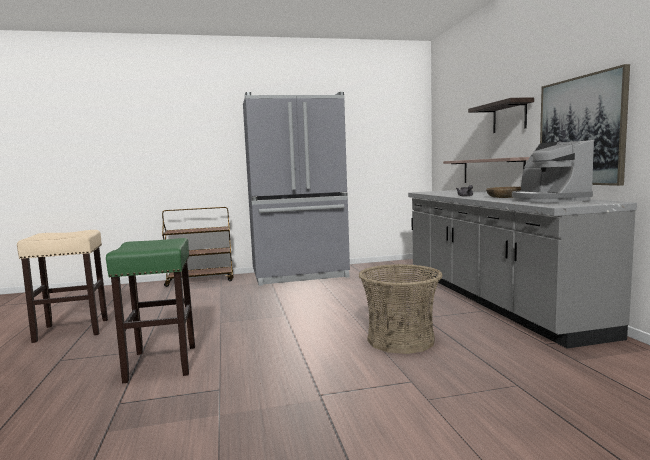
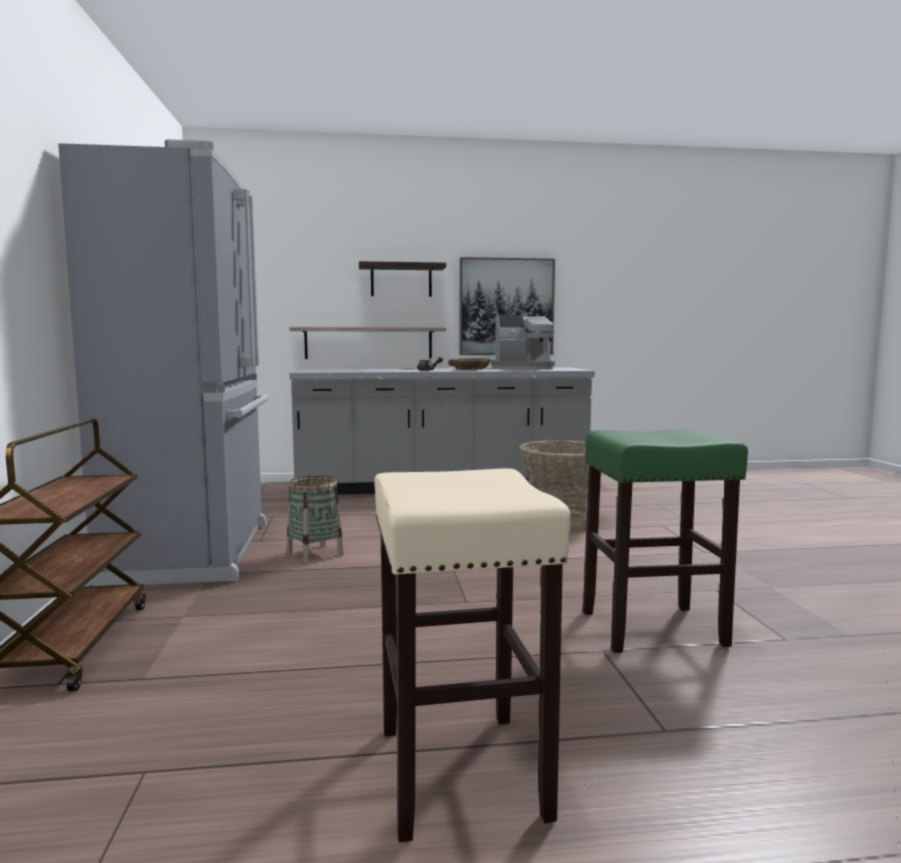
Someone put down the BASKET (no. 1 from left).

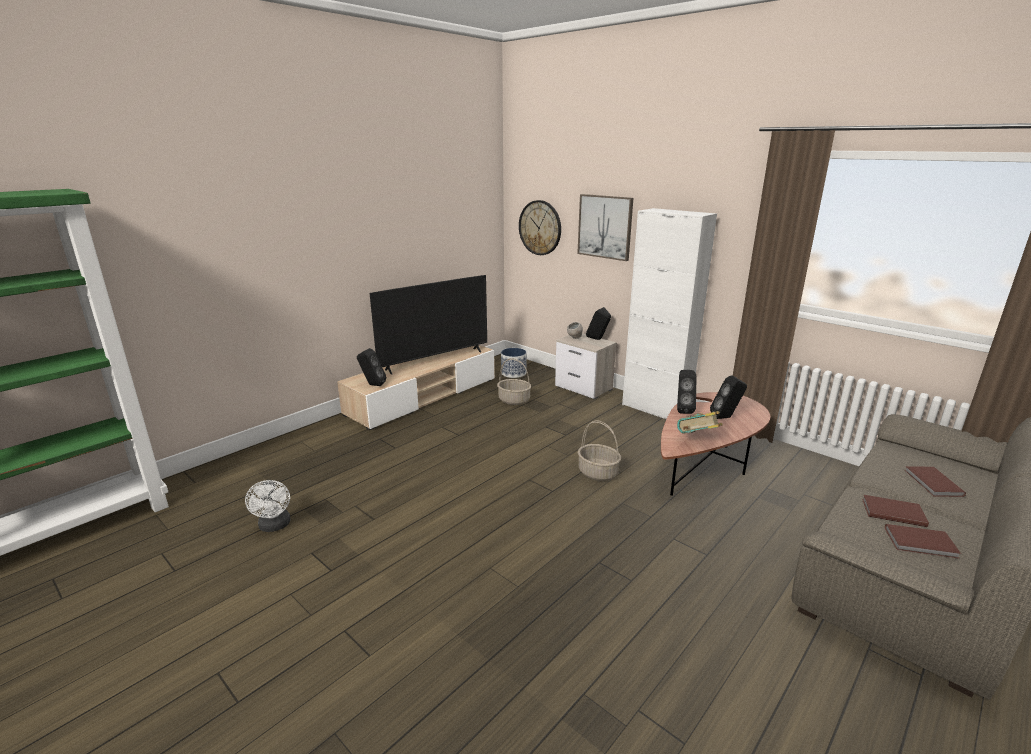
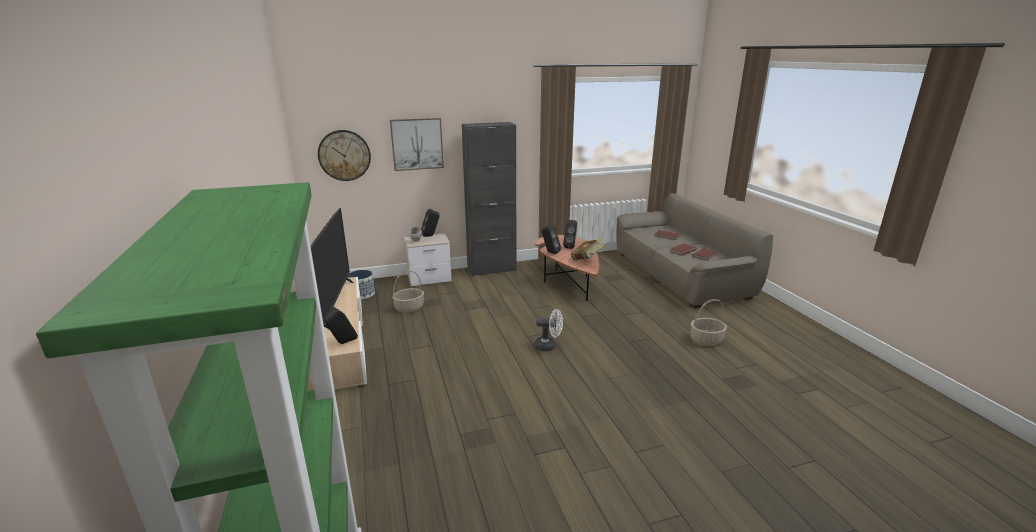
Someone carried the WHITE FAN.
Someone carried the BASKET (no. 2 from left).
Someone repainted the WHITE CABINET, which became the BLACK CABINET.

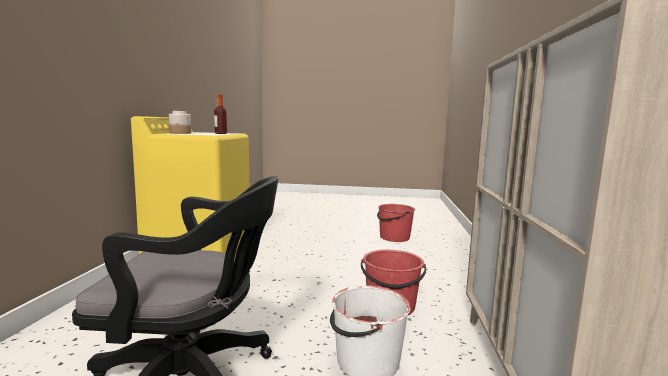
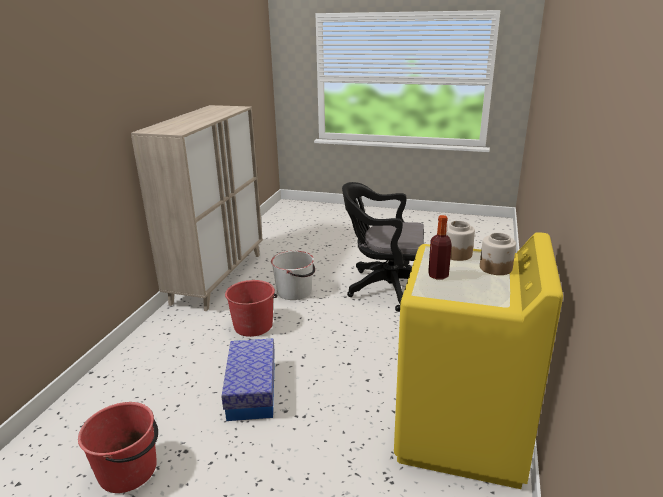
Someone put down the STORAGE BOX.
Someone put down the JAR (no. 1 from left).

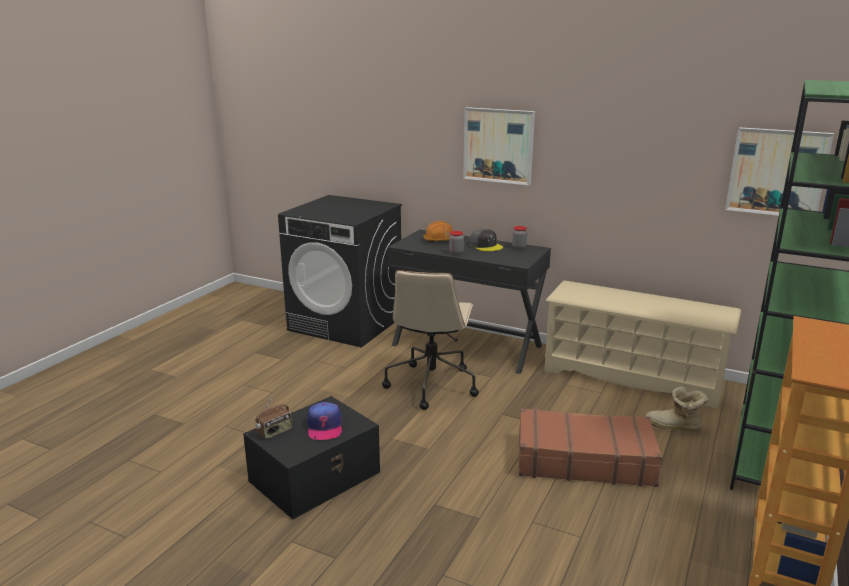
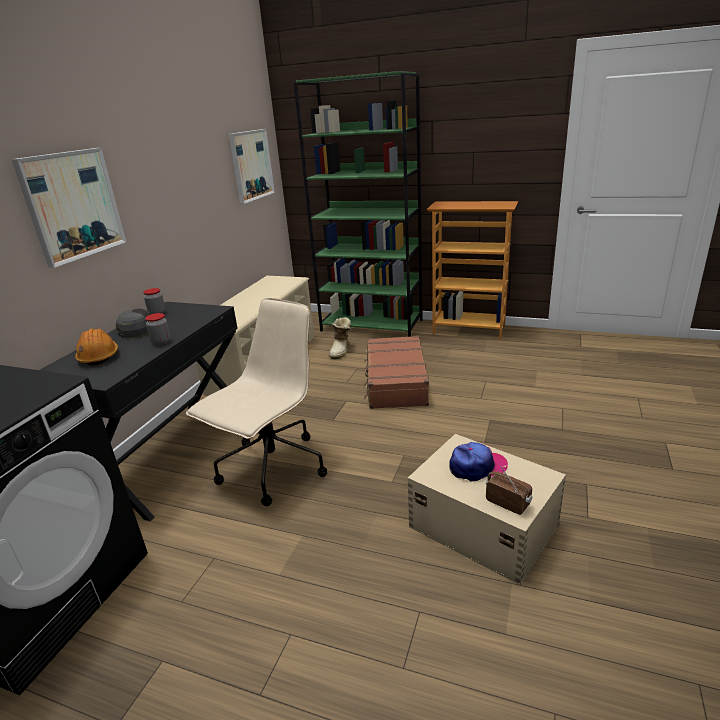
Someone repainted the BLACK STORAGE BOX, which became the BEIGE STORAGE BOX.
Someone rotated the BEIGE OFFICE CHAIR by 60 degrees counterclockwise.

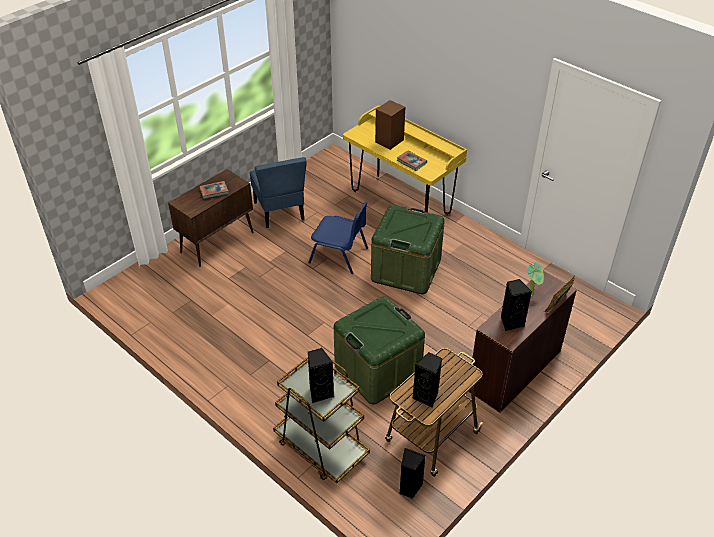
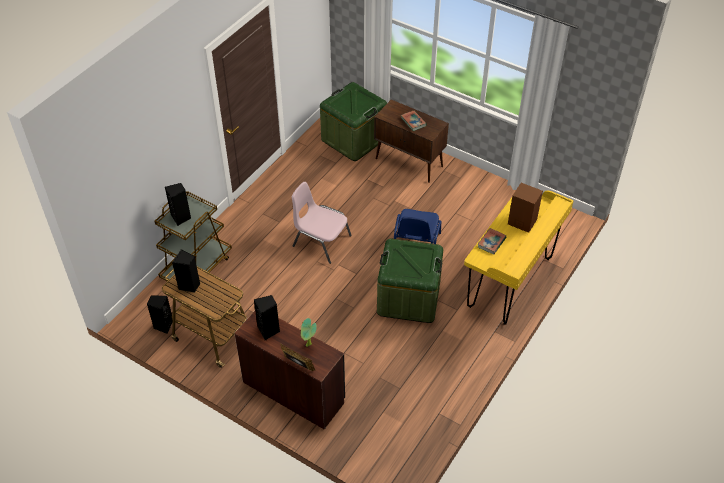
Someone took away the BLUE CHAIR (no. 1 from left).
Someone put down the PINK CHAIR.
Someone carried the GREEN STORAGE BOX (no. 1 from left).

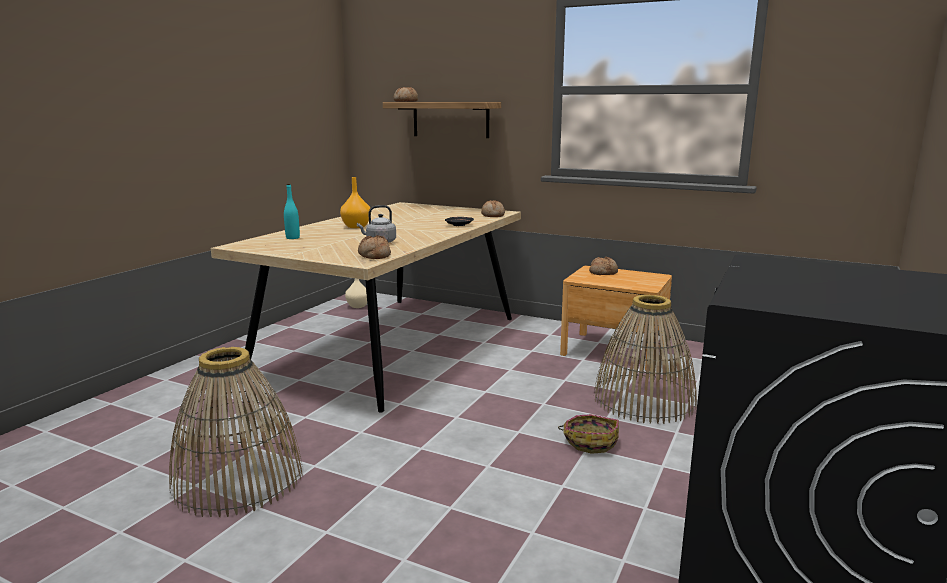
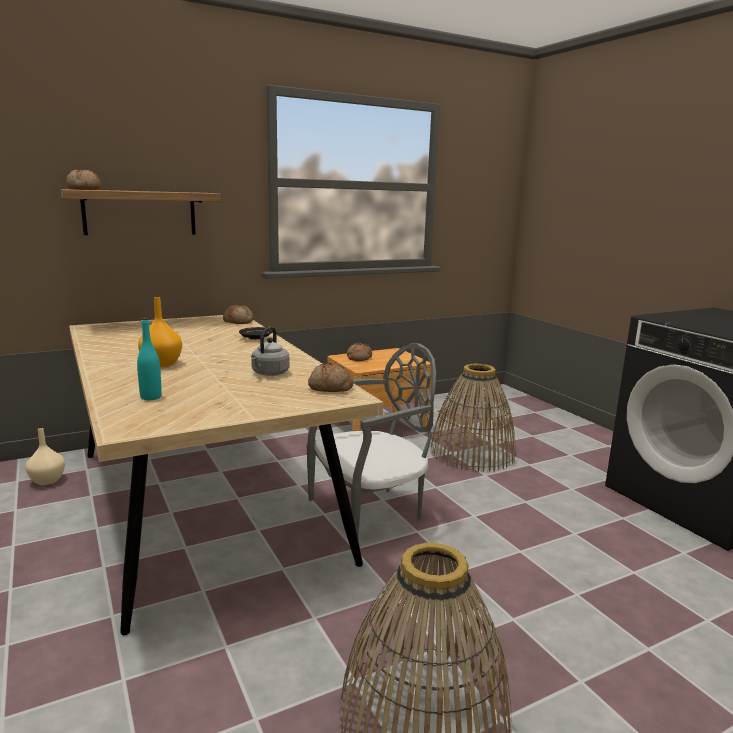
Someone took away the BASKET (no. 2 from left).
Someone put down the GREY CHAIR.

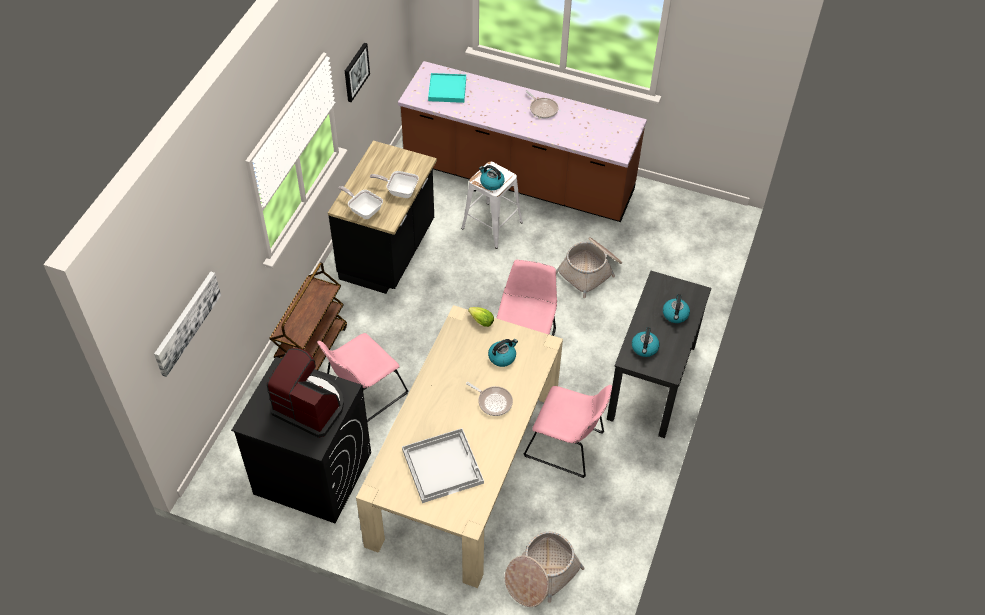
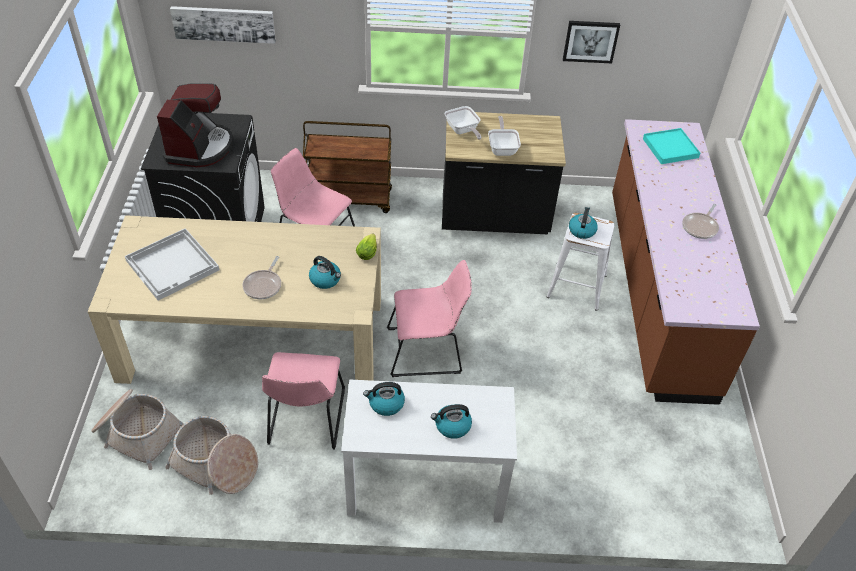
Someone carried the BASKET (no. 2 from left).
Someone repainted the BLACK DESK, which became the WHITE DESK.
Someone rotated the FRYING PAN (no. 1 from left in the first image) by 135 degrees clockwise.

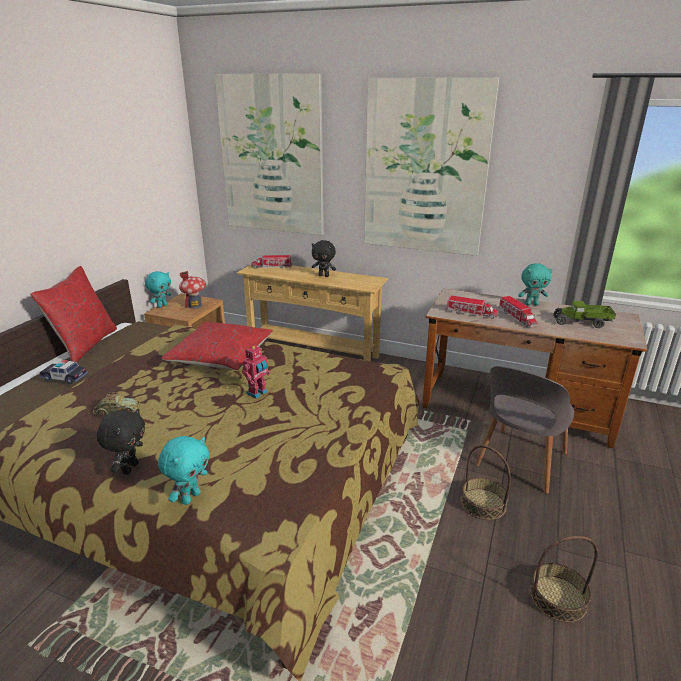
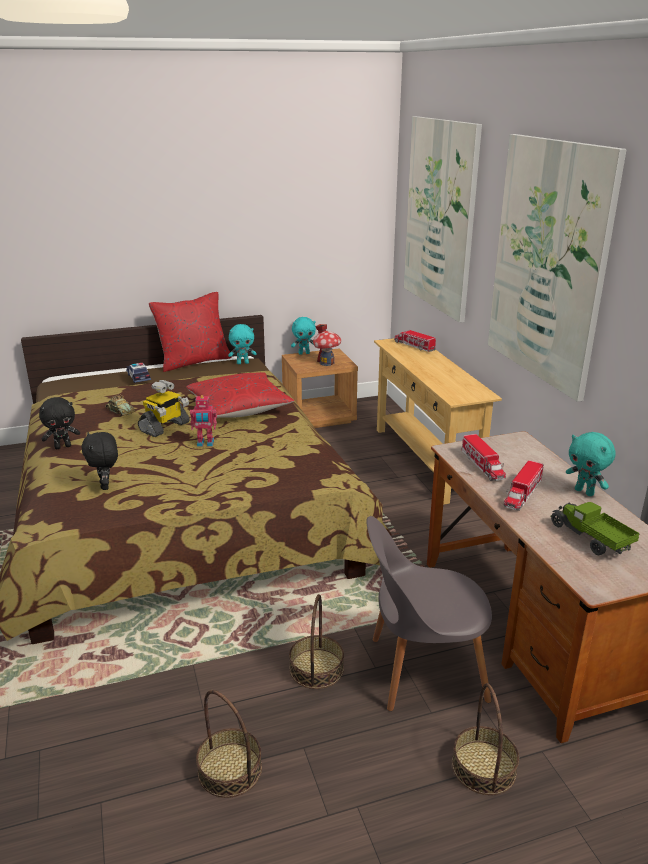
Someone put down the TOY ROBOT (no. 1 from left).
Someone put down the BASKET (no. 3 from left).
Someone carried the TURQUOISE PLUSH TOY (no. 2 from left in the first image).
Someone carried the BLACK PLUSH TOY (no. 2 from left).

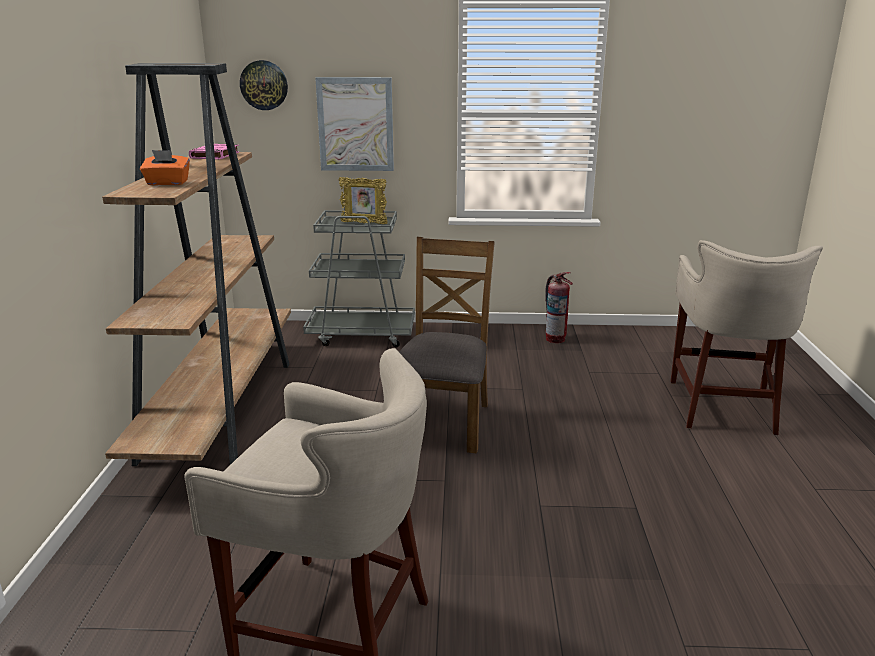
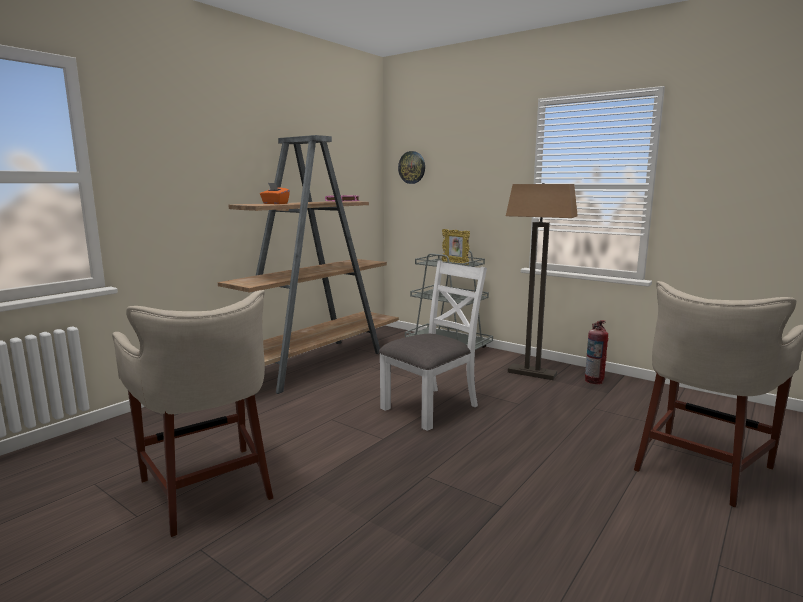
Someone took away the PICTURE.
Someone put down the FLOOR LAMP.
Someone repainted the BROWN CHAIR, which became the WHITE CHAIR.

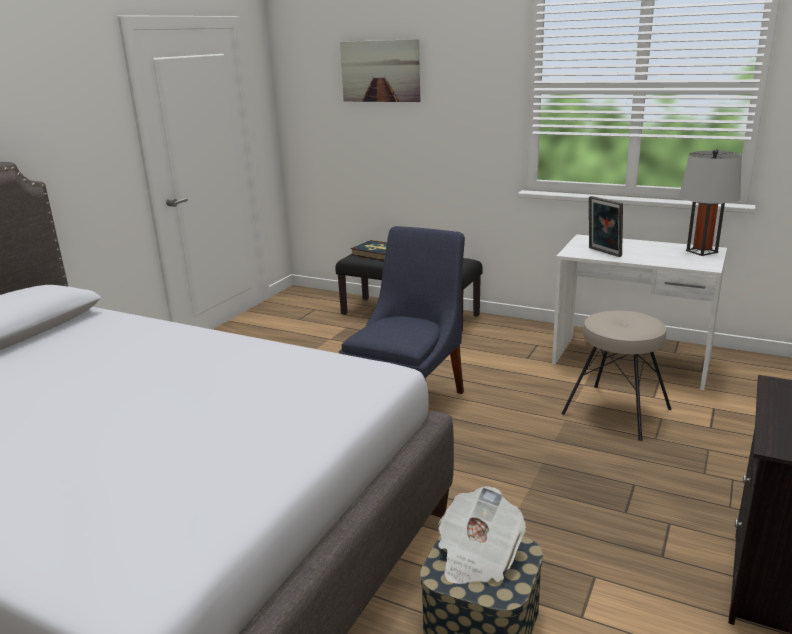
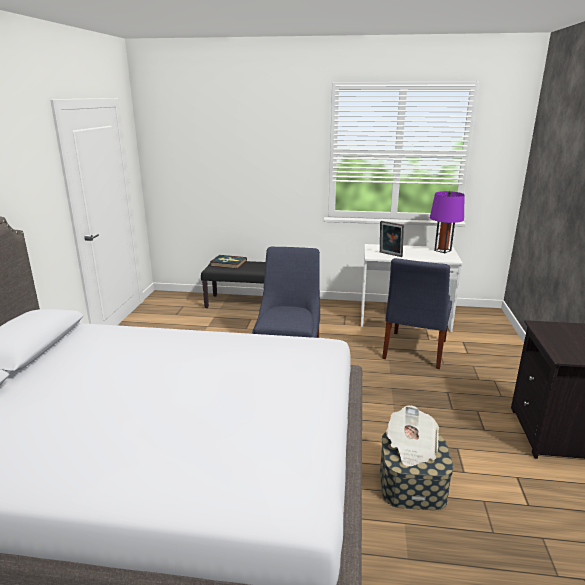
Someone took away the PICTURE.
Someone swapped the BEIGE STOOL for the BLUE CHAIR (no. 2 from left).
Someone repainted the GREY TABLE LAMP, which became the PURPLE TABLE LAMP.

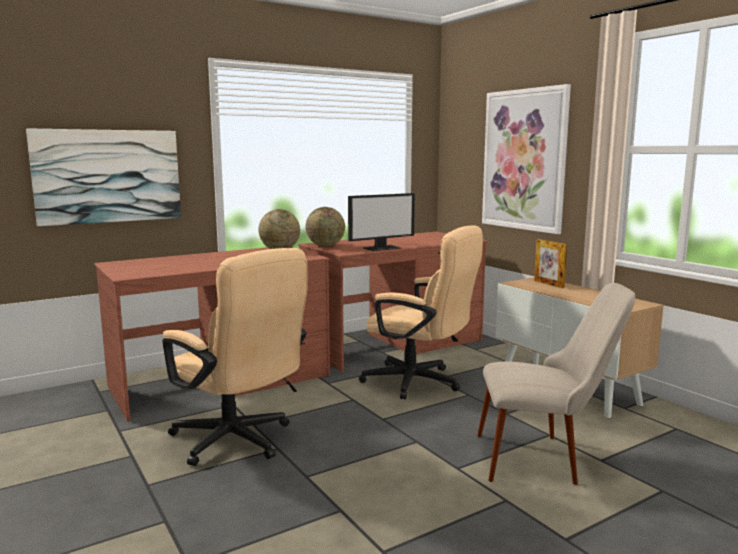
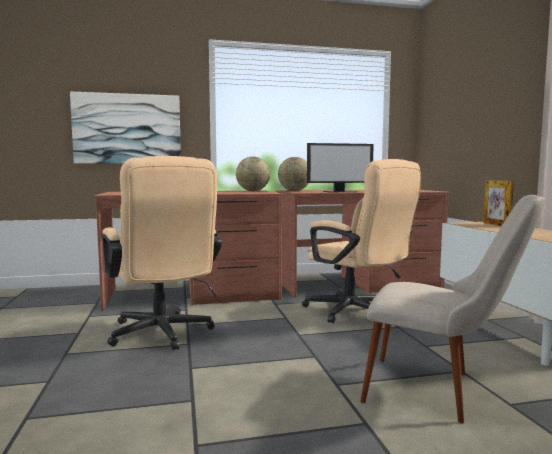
Someone took away the PICTURE (no. 2 from left).

